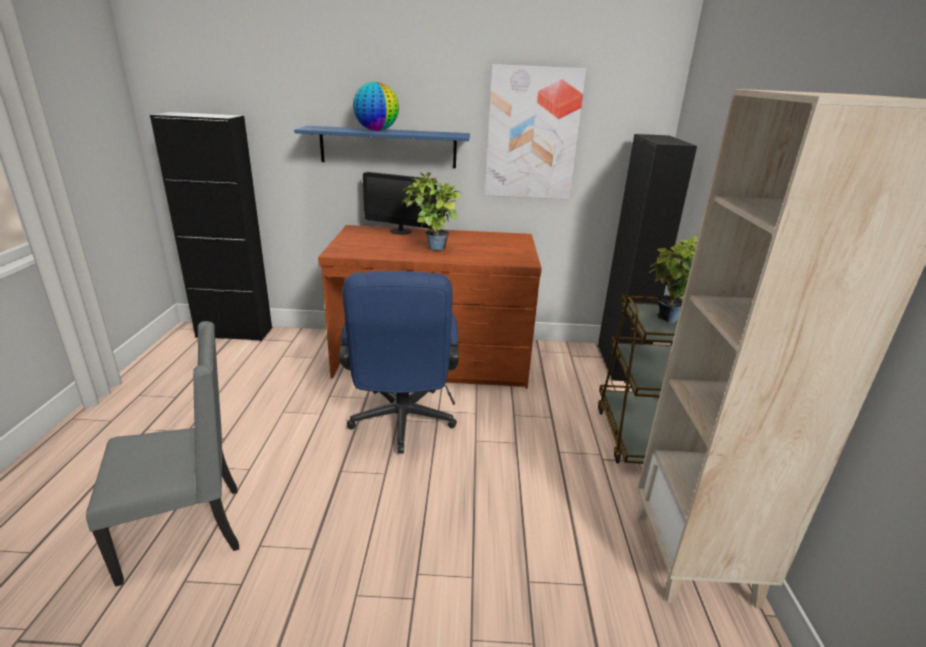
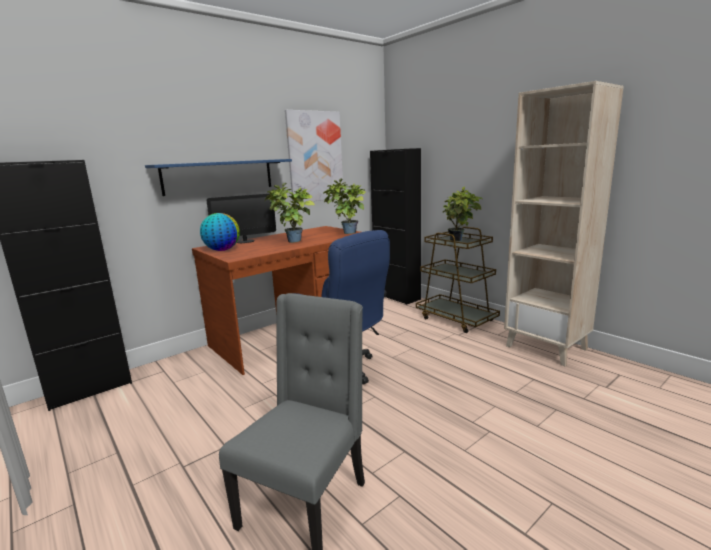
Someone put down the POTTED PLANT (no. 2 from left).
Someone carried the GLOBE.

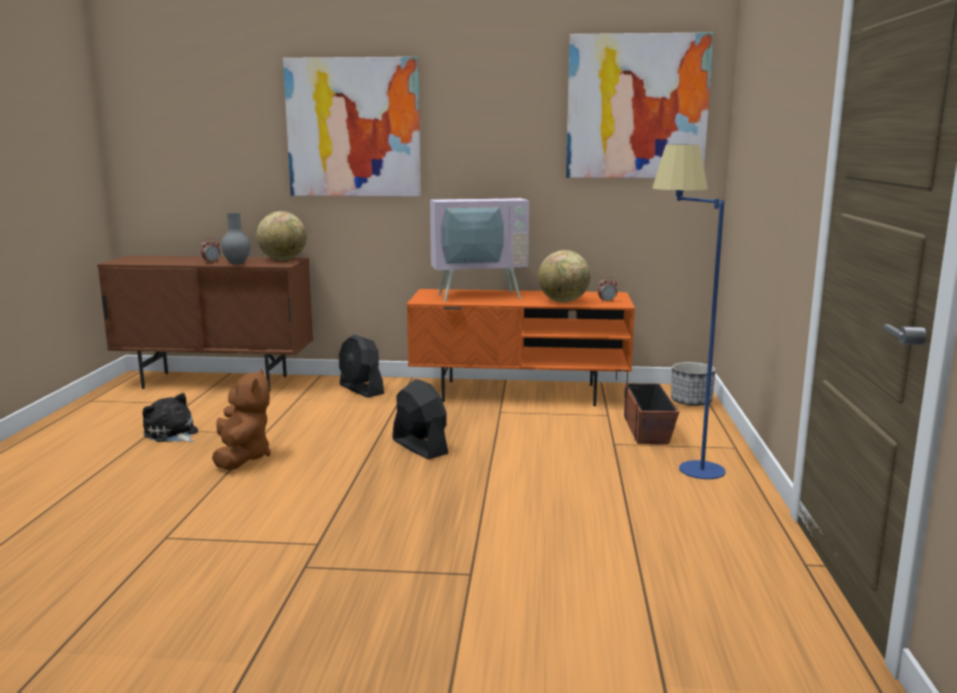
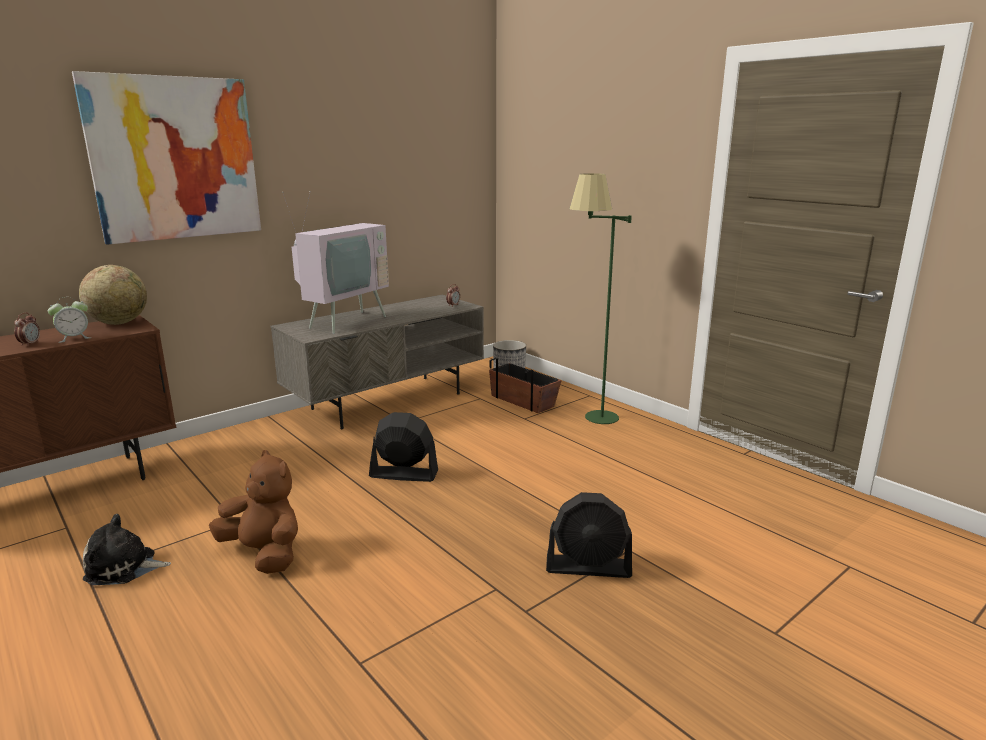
Someone took away the GLOBE (no. 2 from left).
Someone took away the PICTURE (no. 2 from left).
Someone carried the BLACK FAN (no. 1 from left in the first image).
Someone swapped the GREY VASE for the ALARM CLOCK (no. 2 from left).
Someone repainted the ORANGE TV STAND, which became the GREY TV STAND.
Someone repainted the BLUE FLOOR LAMP, which became the GREEN FLOOR LAMP.

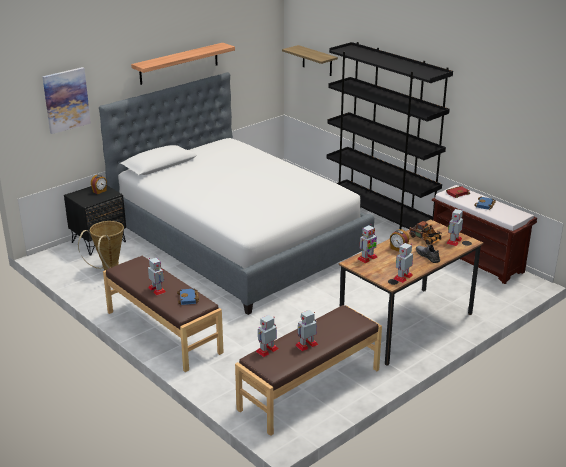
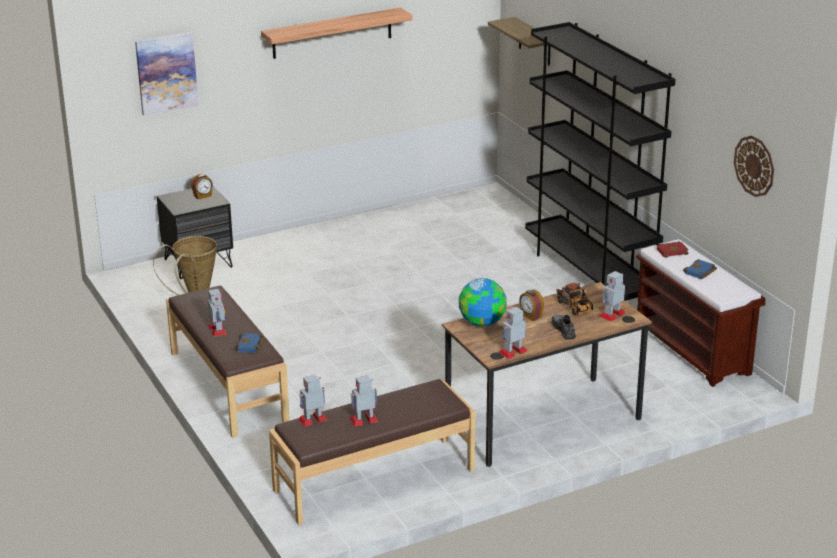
Someone took away the BED.
Someone put up the WALL CLOCK.
Someone swapped the TOY ROBOT (no. 4 from left) for the GLOBE.

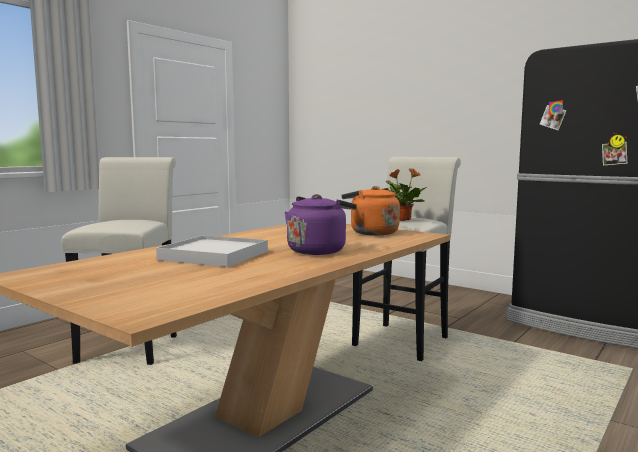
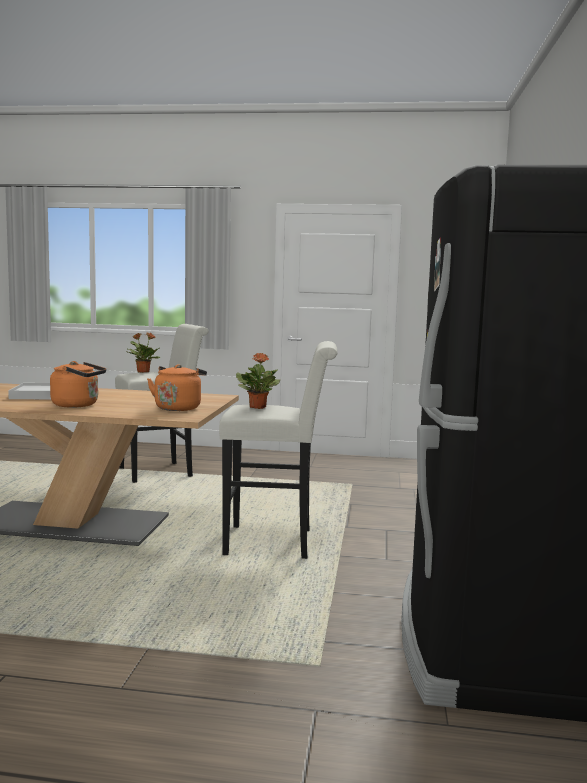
Someone put down the POTTED PLANT (no. 1 from left).
Someone repainted the PURPLE KETTLE, which became the ORANGE KETTLE (no. 1 from left).

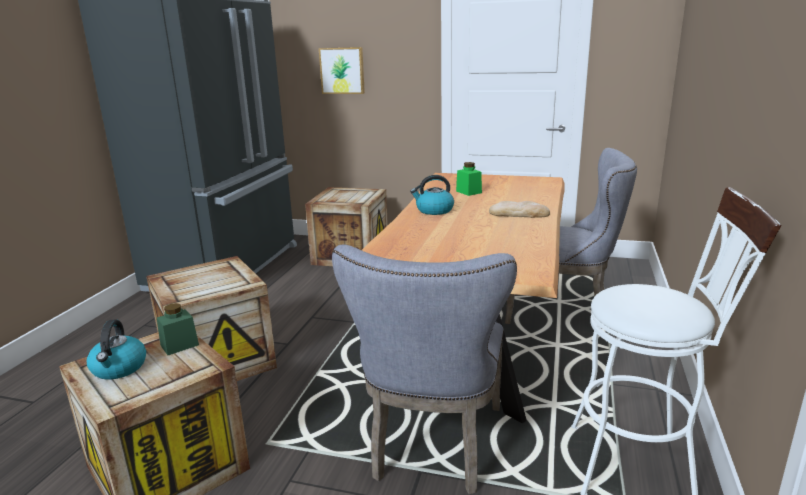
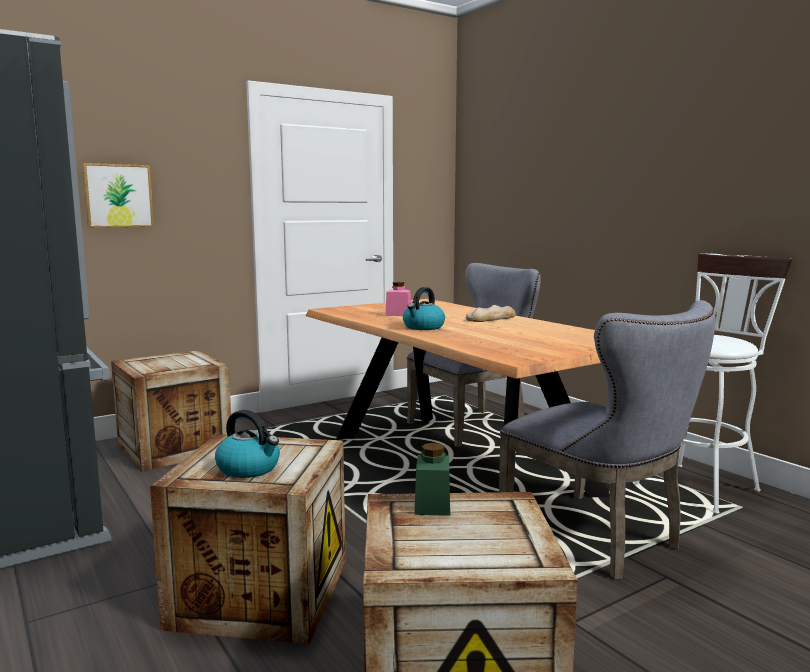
Someone carried the KETTLE (no. 1 from left).
Someone repainted the GREEN JAR (no. 2 from left), which became the PINK JAR.

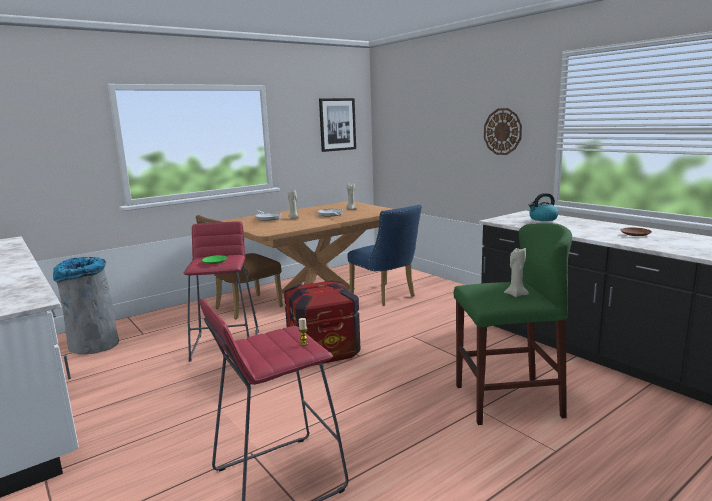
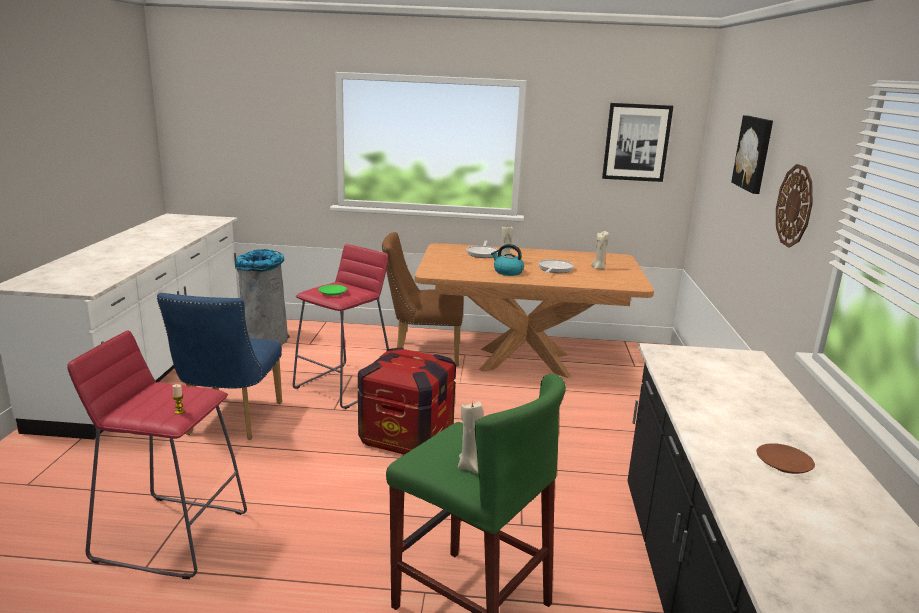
Someone put up the PICTURE (no. 2 from left).
Someone carried the BLUE CHAIR.
Someone carried the KETTLE.

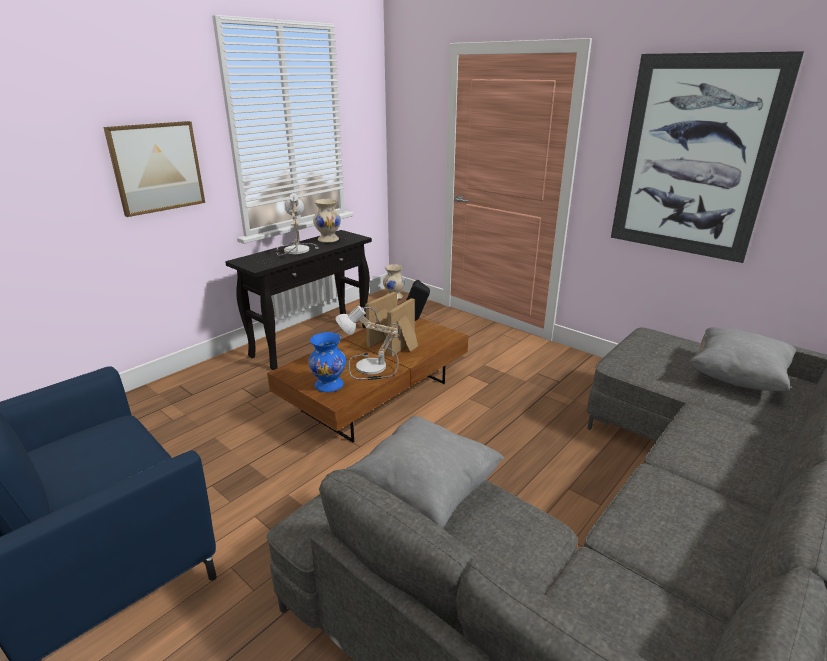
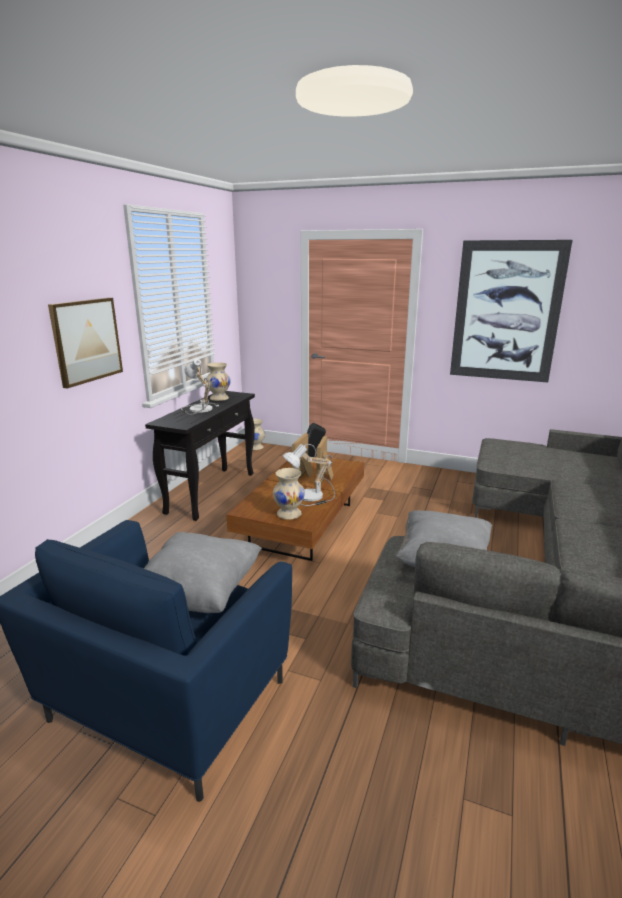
Someone carried the GREY PILLOW (no. 2 from left in the first image).
Someone repainted the BLUE VASE, which became the BEIGE VASE (no. 3 from left).

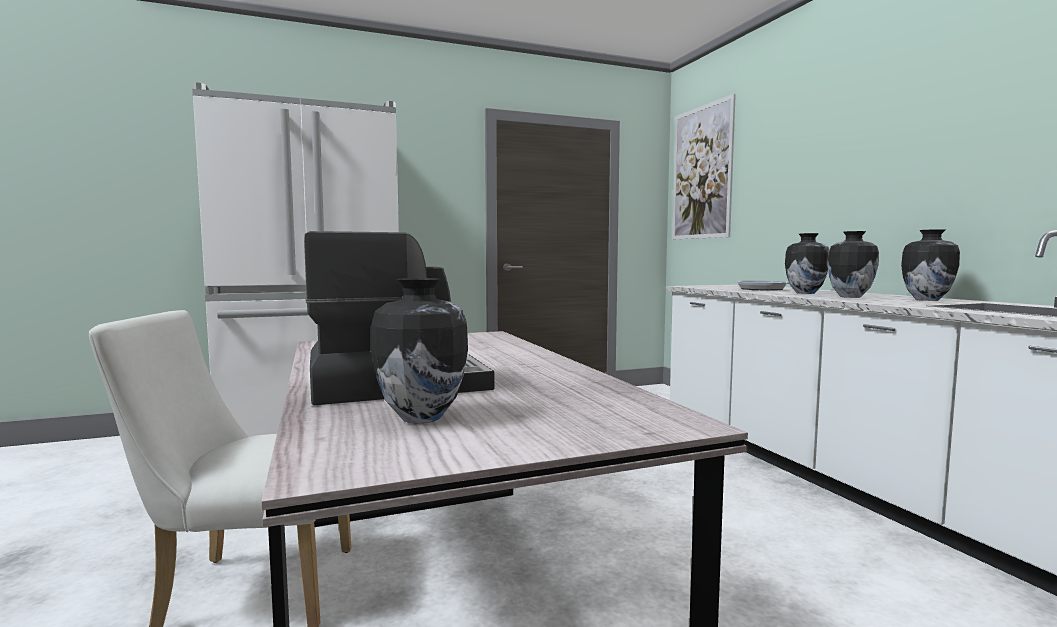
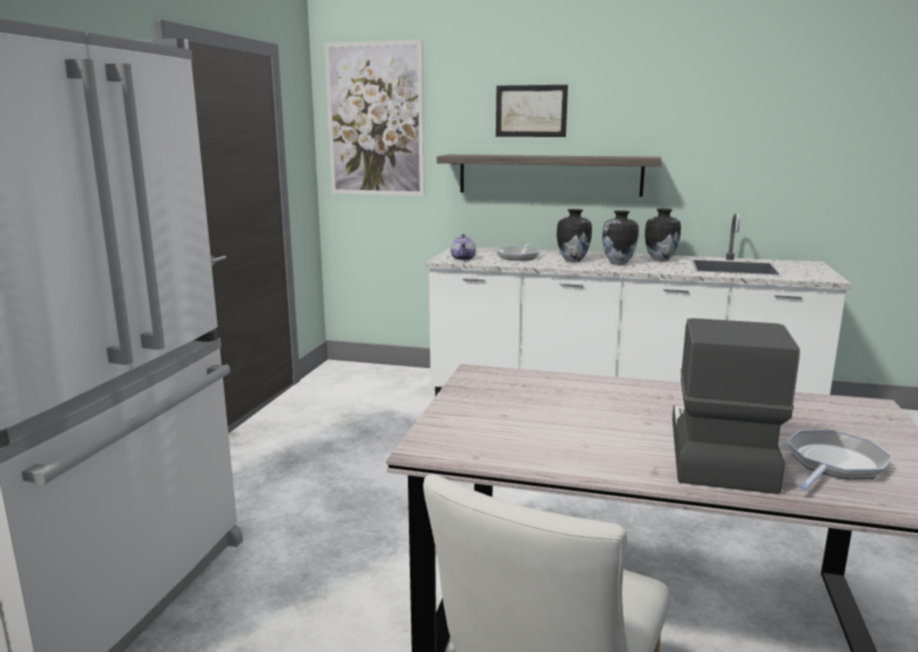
Someone put up the SHELF.
Someone put down the TEAPOT.
Someone put up the PICTURE (no. 2 from left).
Someone swapped the VASE (no. 1 from left) for the FRYING PAN (no. 2 from left).

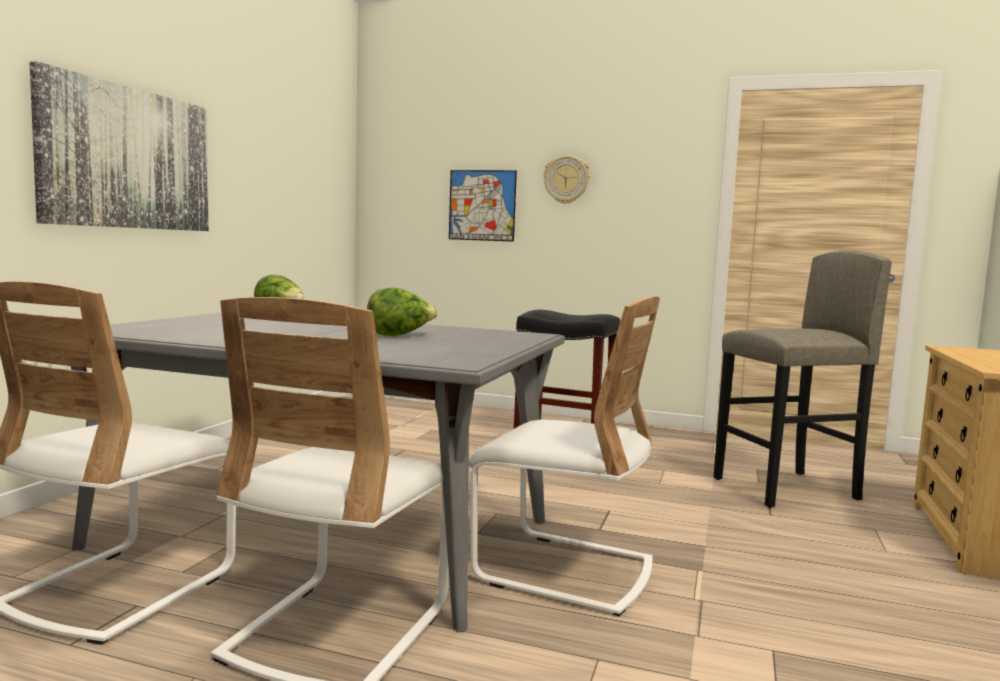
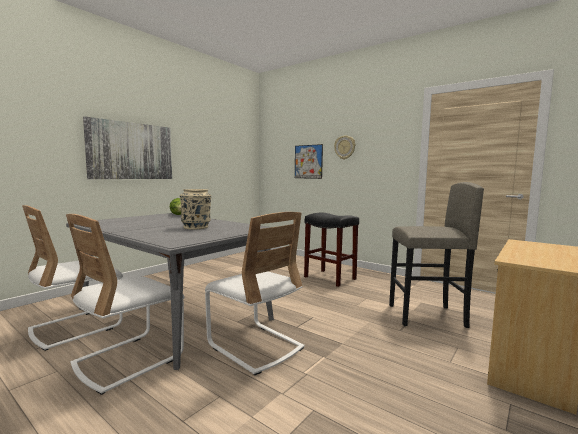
Someone swapped the LETTUCE (no. 2 from left) for the BEIGE VASE.

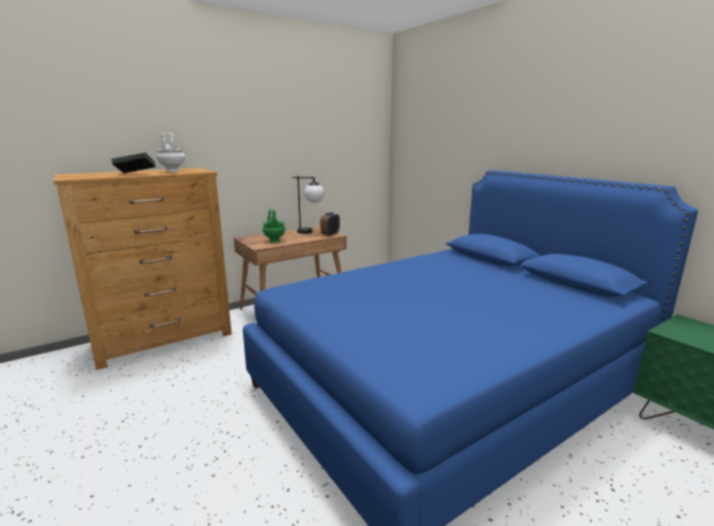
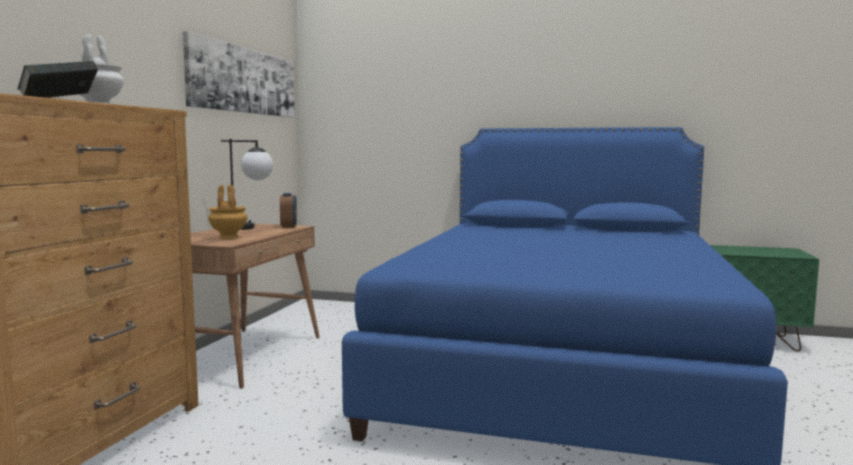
Someone put up the PICTURE.
Someone repainted the GREEN VASE, which became the BROWN VASE.

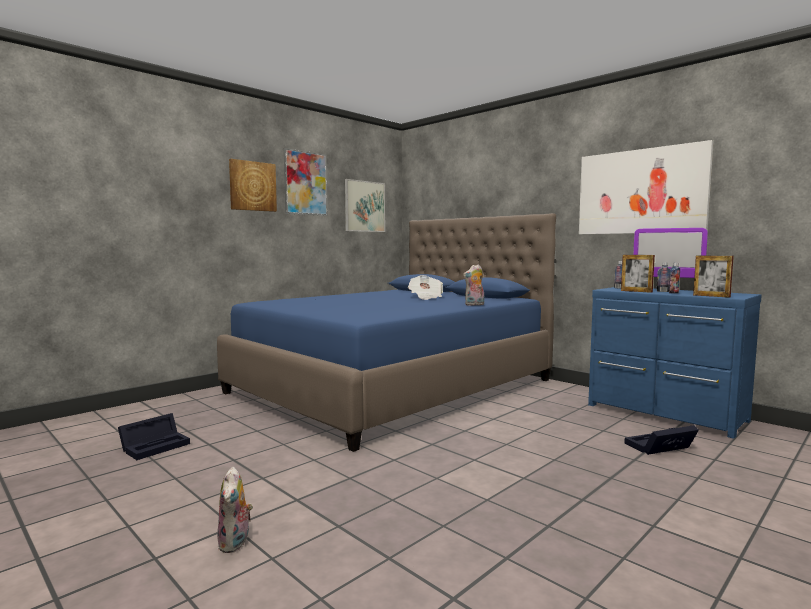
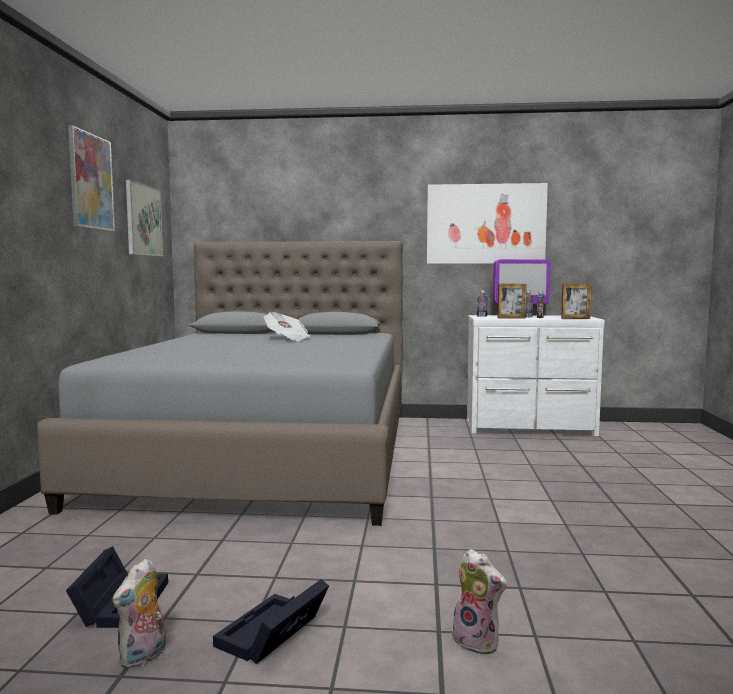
Someone took away the PICTURE (no. 1 from left).
Someone carried the PLUSH TOY (no. 2 from left in the first image).
Someone carried the BLACK STORAGE BOX (no. 2 from left).
Someone repainted the BLUE BED, which became the GREY BED.
Someone repainted the BLUE DRESSER, which became the WHITE DRESSER.

